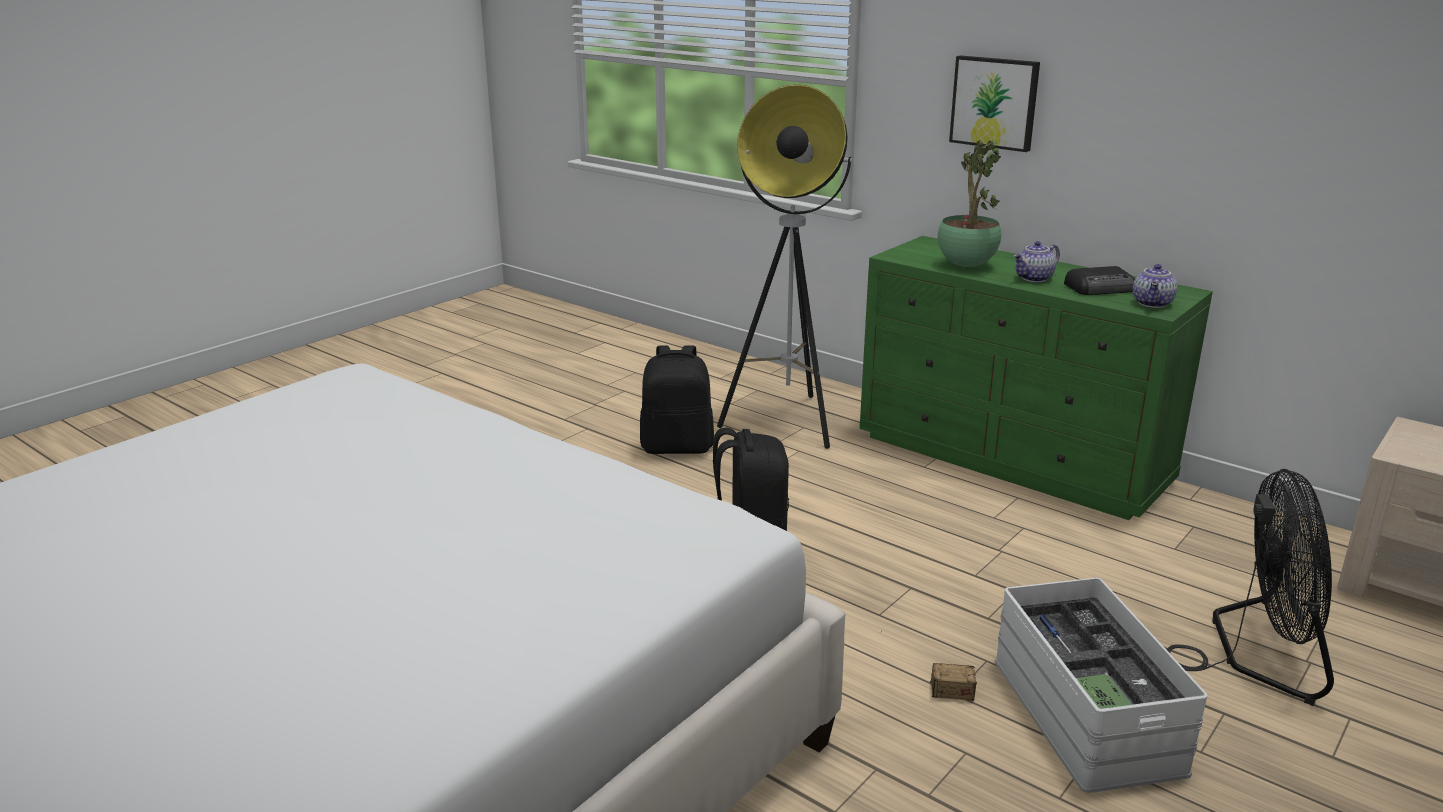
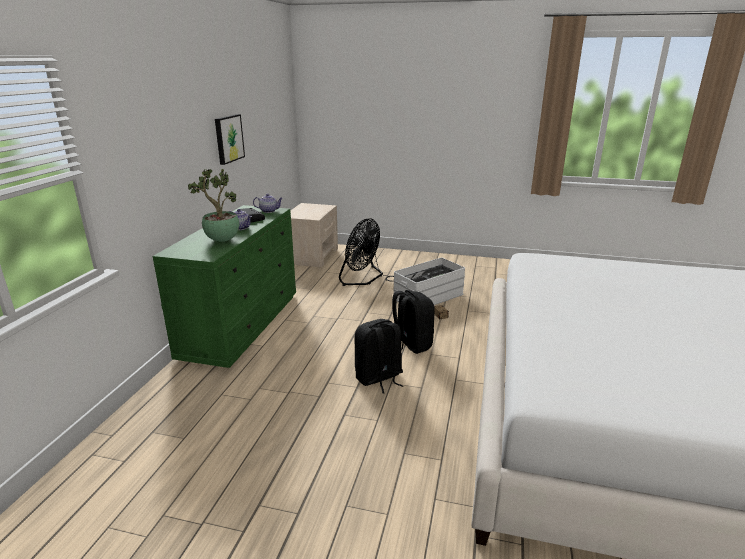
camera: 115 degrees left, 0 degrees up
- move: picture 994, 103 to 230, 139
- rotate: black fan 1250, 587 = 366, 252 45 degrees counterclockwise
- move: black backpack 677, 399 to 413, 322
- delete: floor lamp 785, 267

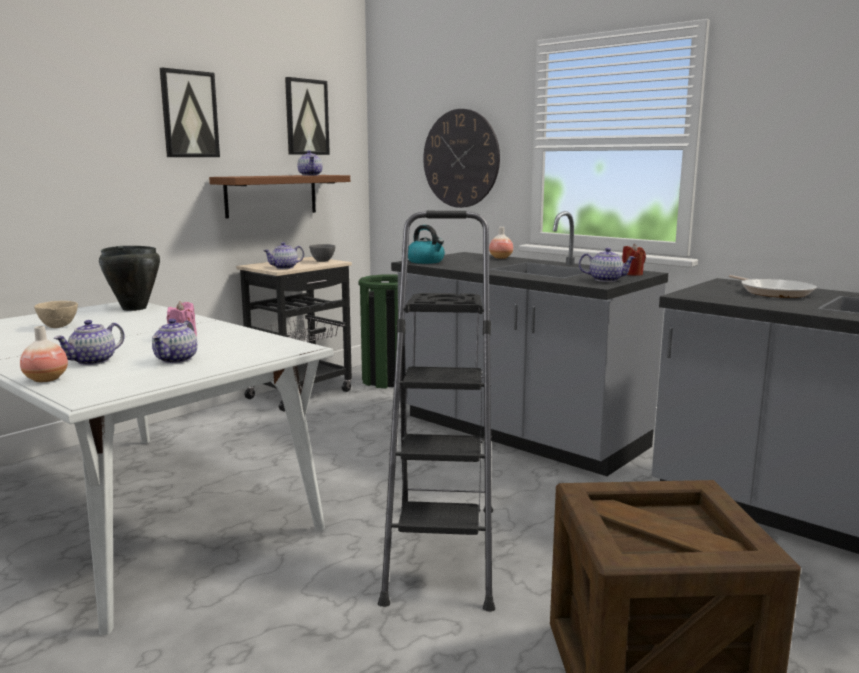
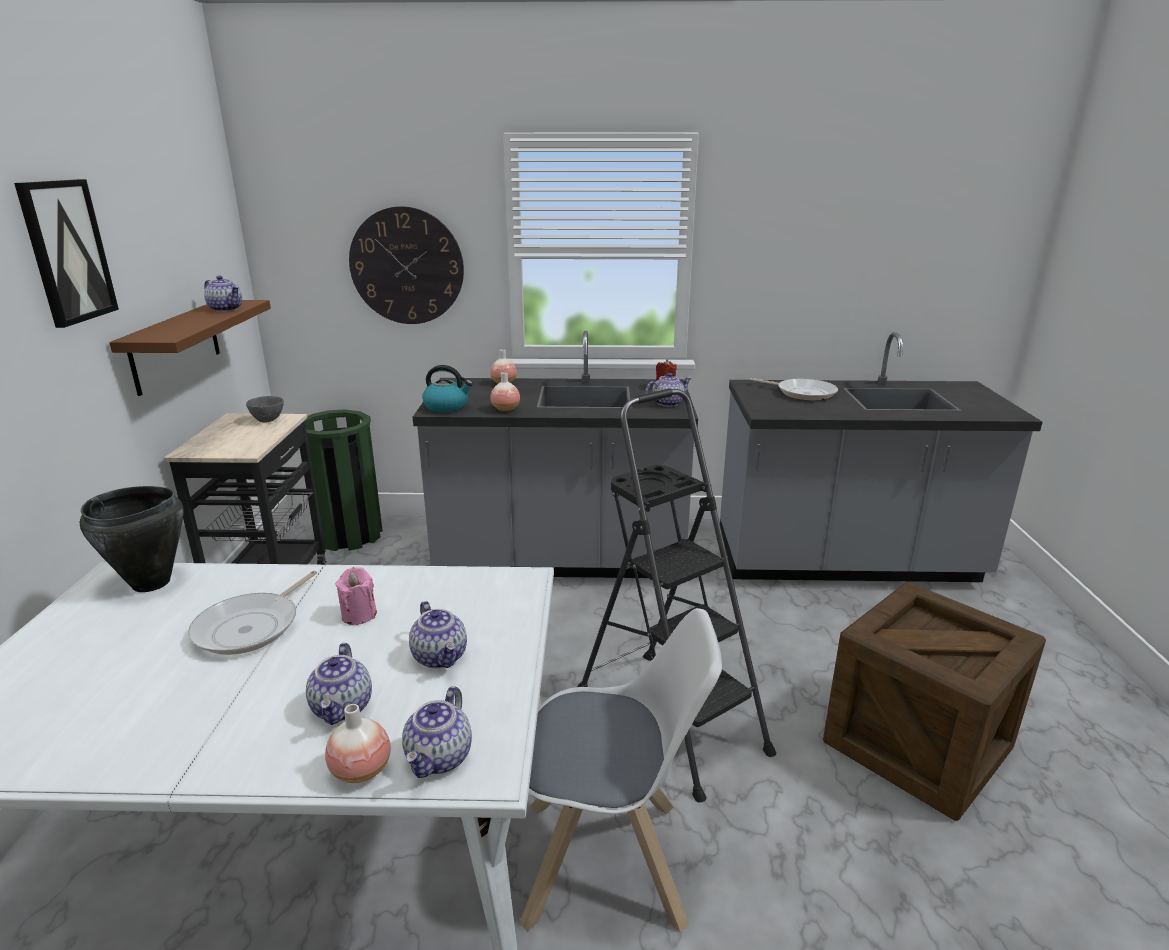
camera: 40 degrees left, 10 degrees up
- insert: frying pan 252, 613
- move: teapot 283, 255 to 437, 732
- insert: vase 505, 392
- insert: chair 620, 770
- delete: beige bowl 56, 314
- delete: picture 307, 116

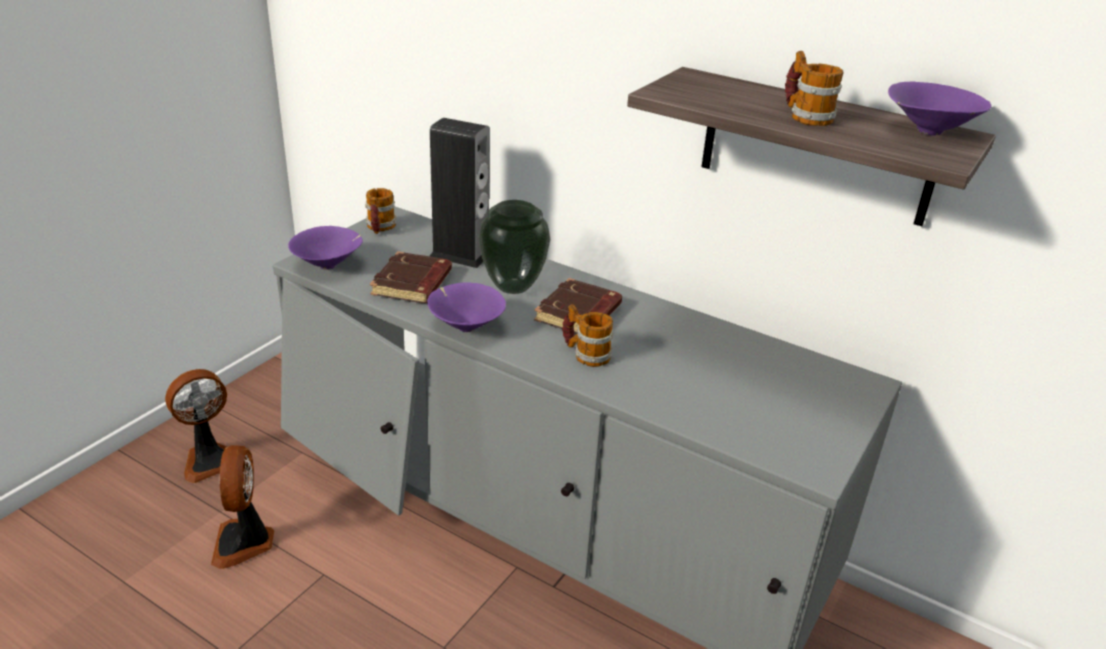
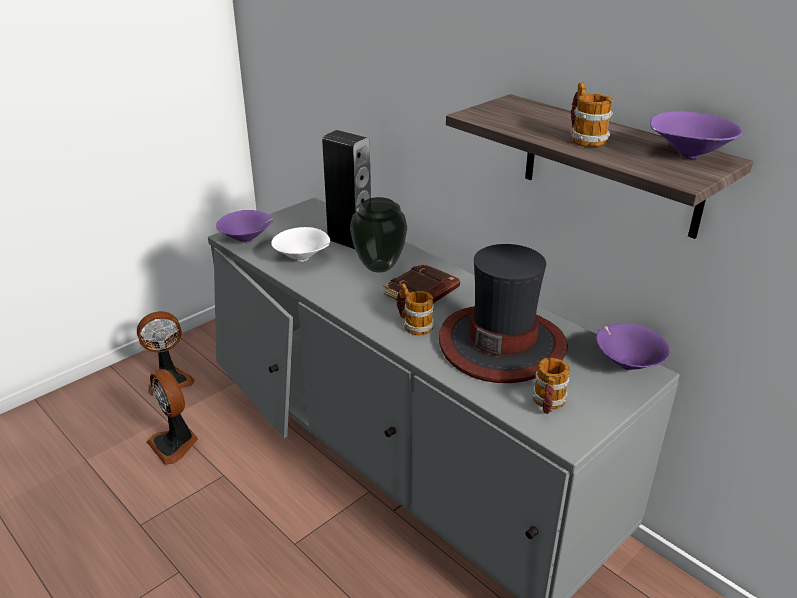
camera: 15 degrees right, 0 degrees up
- rotate: fan 242, 507 = 172, 417 45 degrees counterclockwise
- replace: brown book 411, 277 to white bowl 300, 244
- insert: hat 503, 313
- move: mug 380, 211 to 551, 386
- move: purple bowl 466, 307 to 633, 346

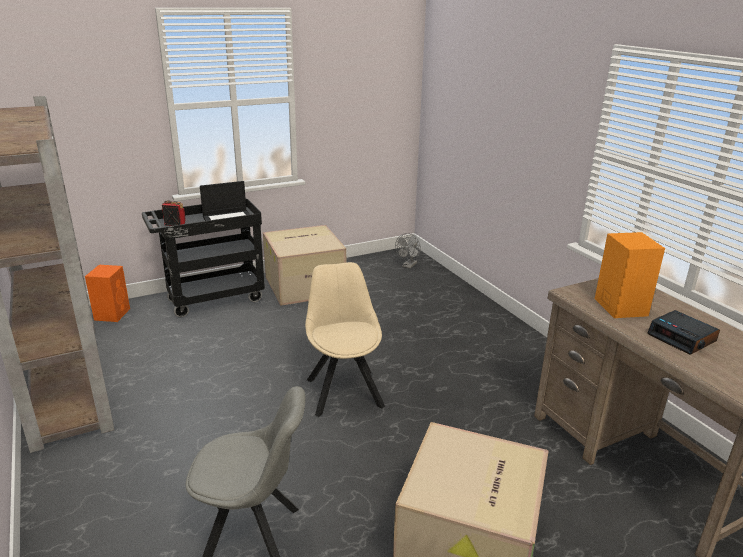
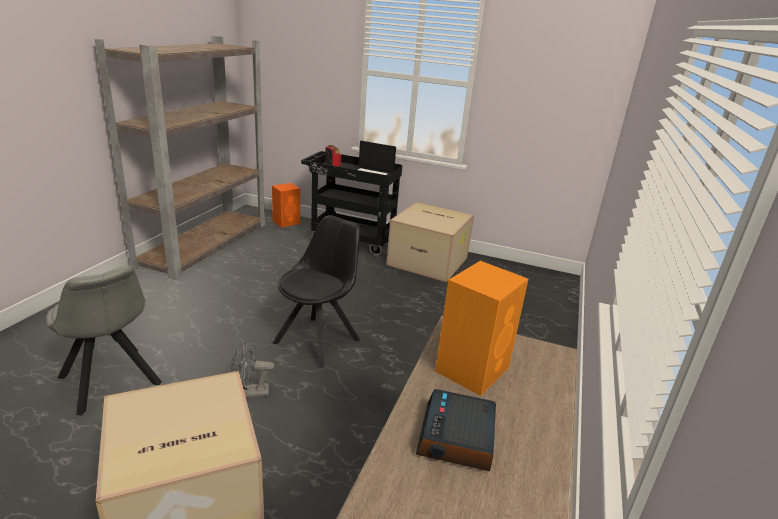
camera: 45 degrees right, 0 degrees up
- move: grey fan 408, 251 to 253, 370
- recolor: beige chair 345, 339 to black chair 317, 291

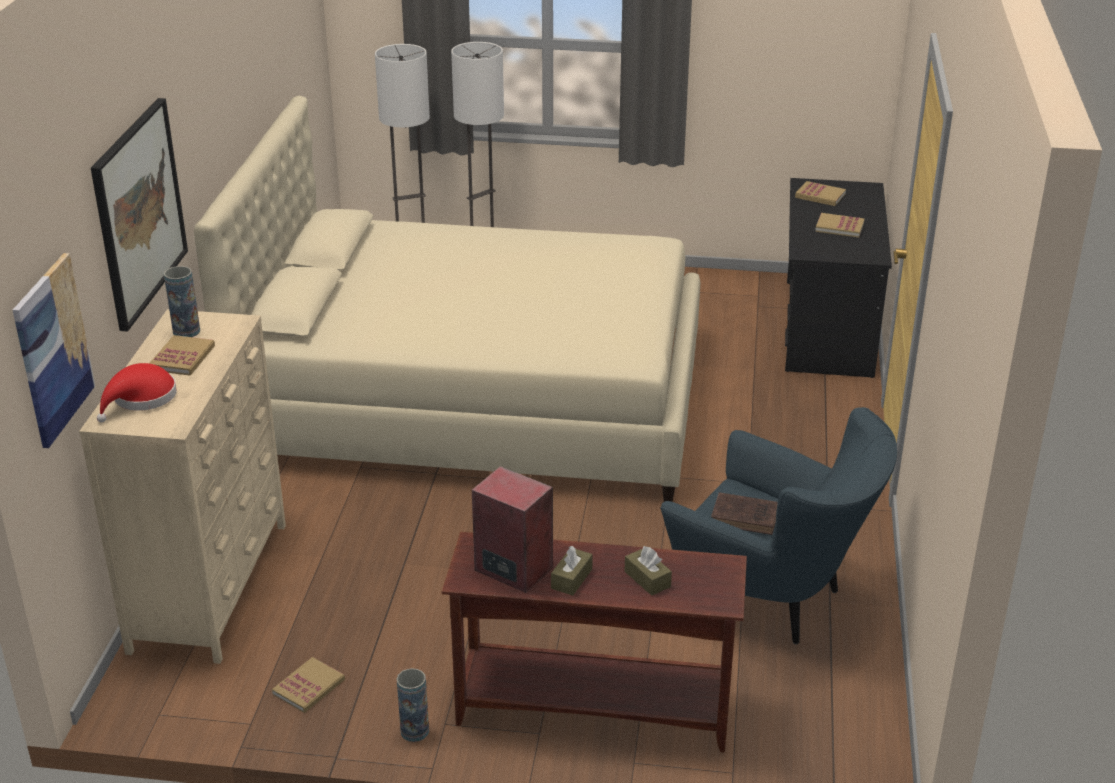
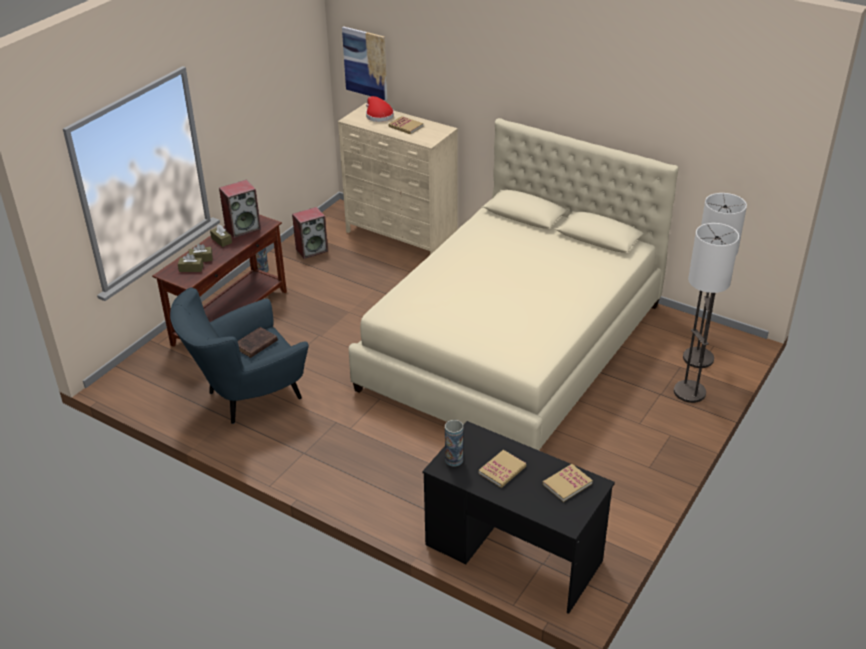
camera: 115 degrees right, 5 degrees up
- insert: brown tissue box 191, 262
- replace: book 308, 685 to speaker 310, 233
- move: vase 182, 301 to 454, 443
- delete: picture 139, 215

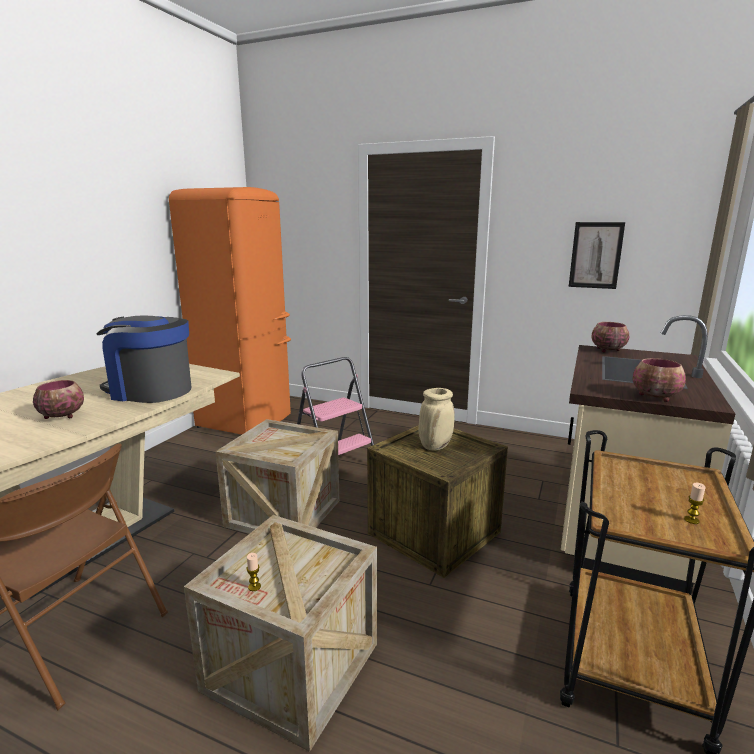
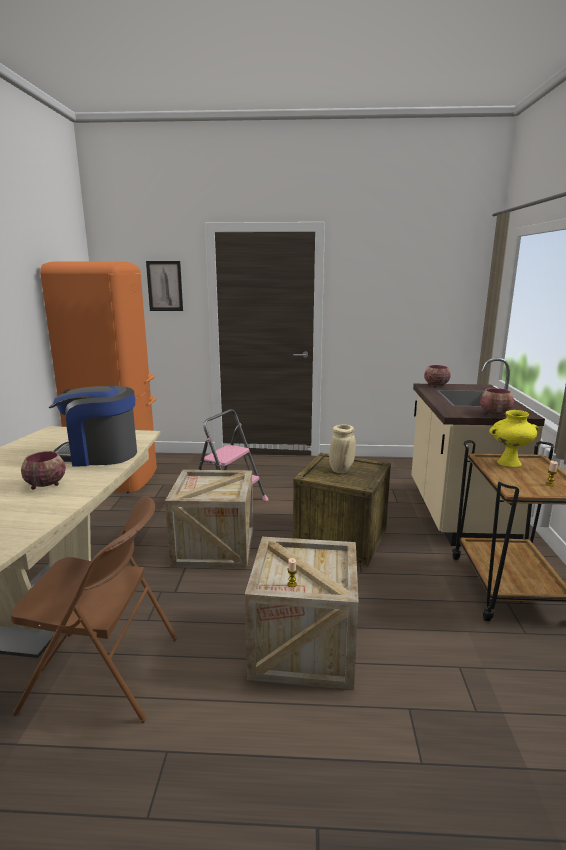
camera: 20 degrees left, 0 degrees up
- move: picture 597, 255 to 164, 286
- insert: yellow vase 514, 438

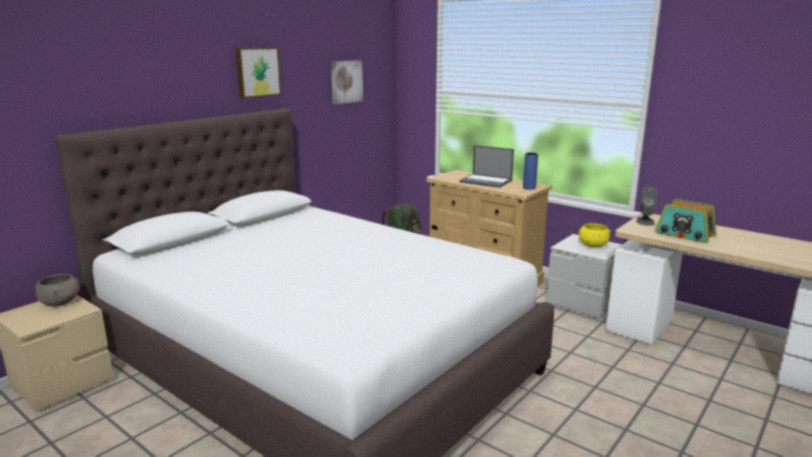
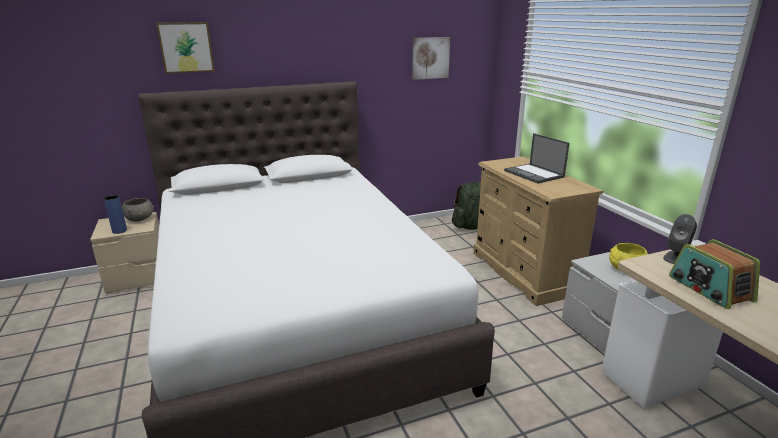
camera: 30 degrees right, 5 degrees up
- move: blue vase 530, 171 to 115, 214
- move: picture 258, 72 to 185, 47

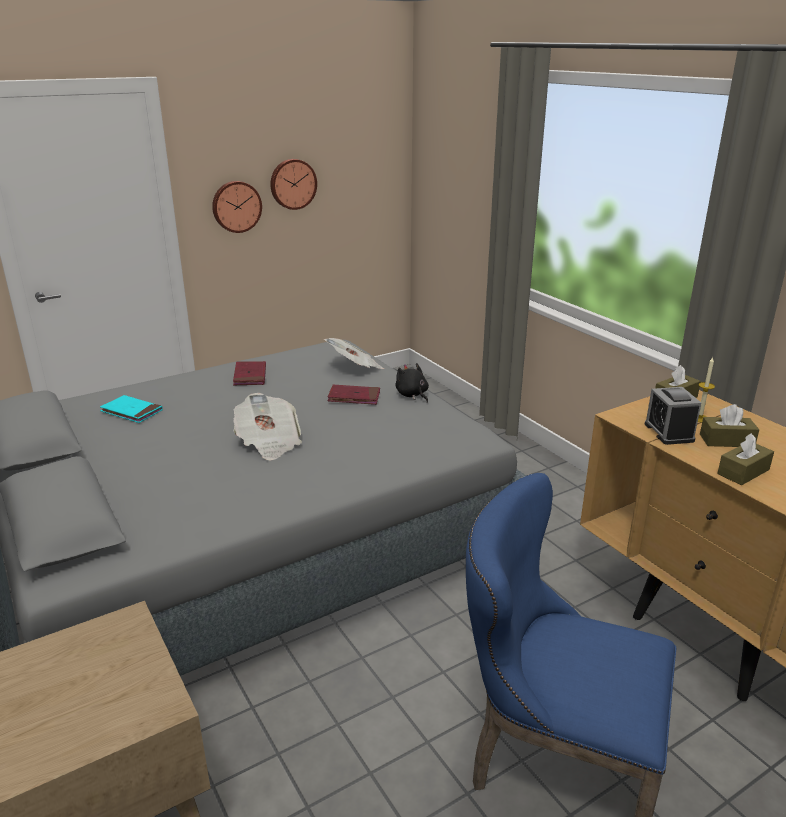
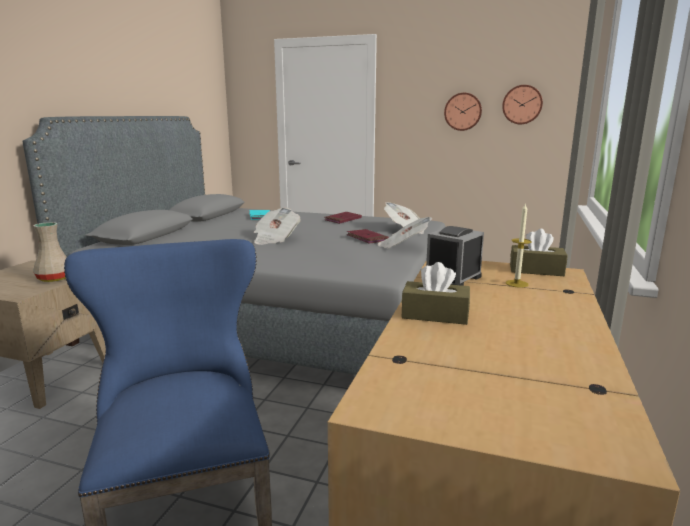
camera: 50 degrees right, 10 degrees down
- insert: beige vase 50, 252
- replace: black plush toy 412, 383 to newspaper 404, 233
- move: wall clock 237, 207 to 522, 104
- delete: brown tissue box 729, 425

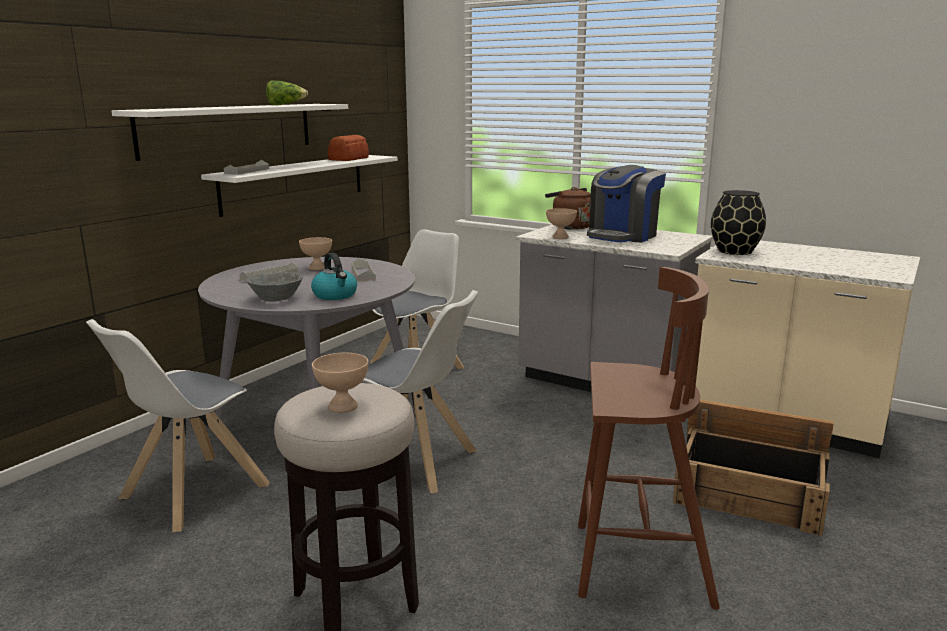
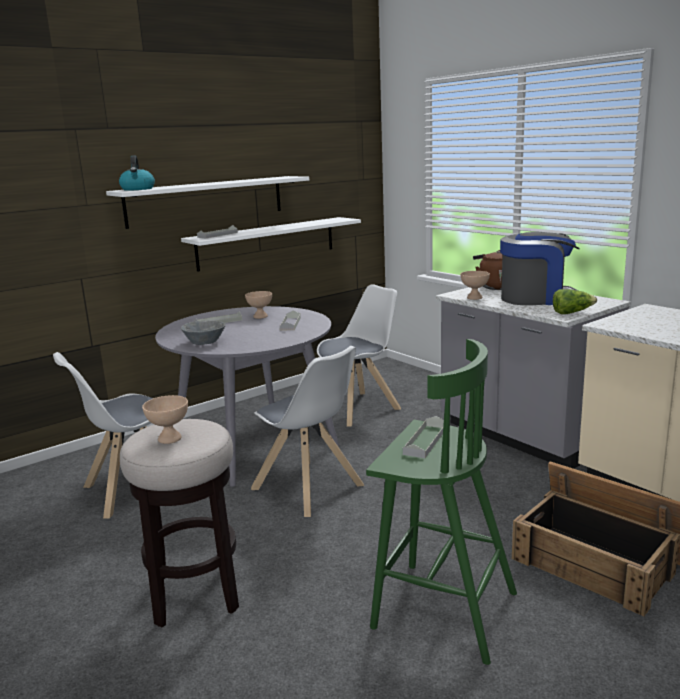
camera: 20 degrees right, 0 degrees up
- move: kettle 334, 276 to 137, 173
- recolor: brown stool 649, 438 to green stool 441, 502
- insert: grey tray 423, 437
- rotate: coffee machine 626, 203 = 540, 268 150 degrees counterclockwise
- move: lettuce 287, 93 to 575, 301
- delete: bread 348, 148
- delete: black vase 738, 222

